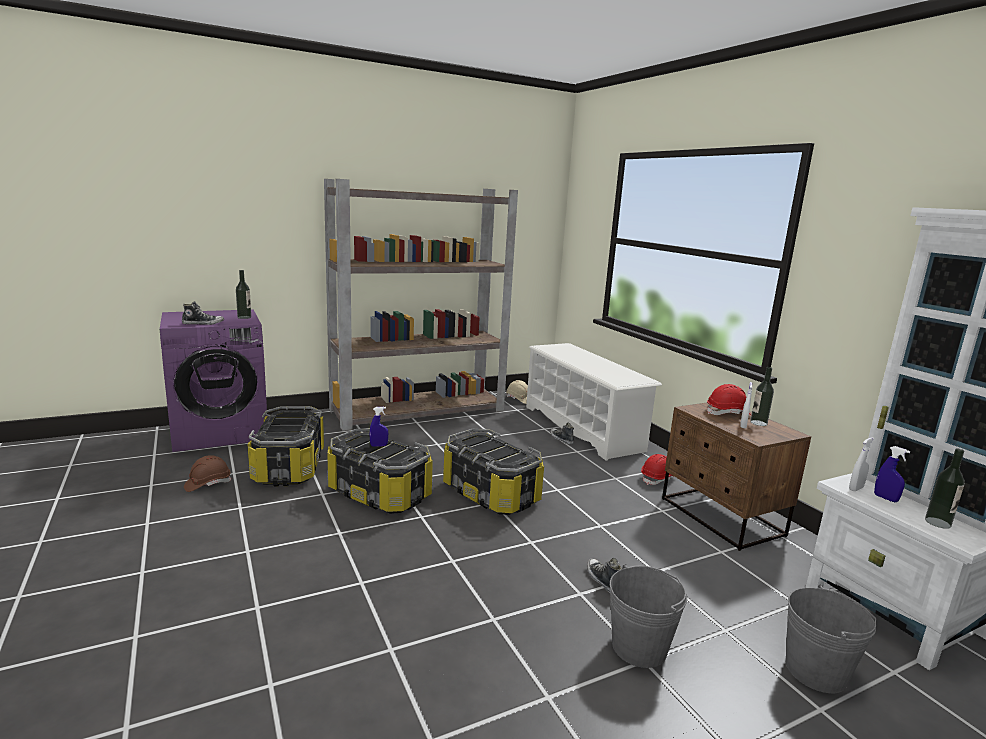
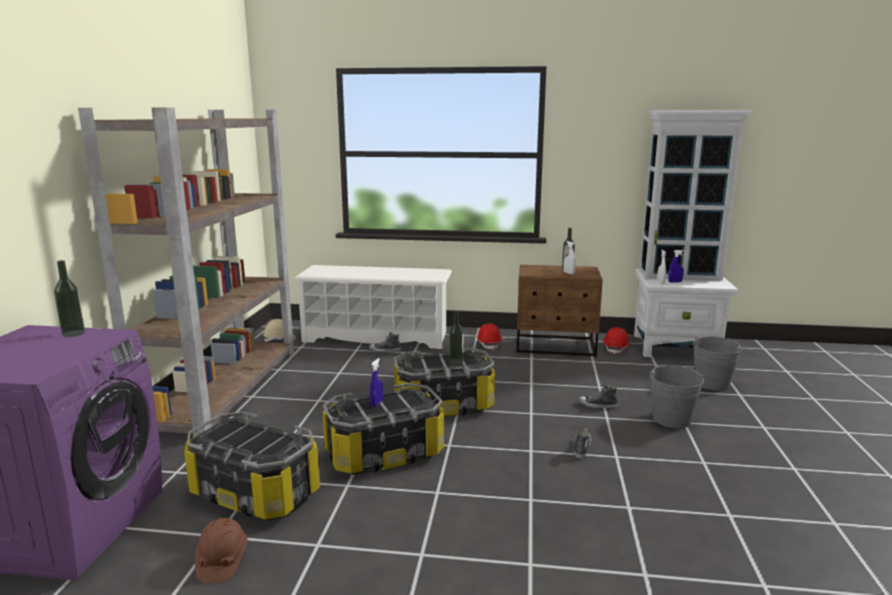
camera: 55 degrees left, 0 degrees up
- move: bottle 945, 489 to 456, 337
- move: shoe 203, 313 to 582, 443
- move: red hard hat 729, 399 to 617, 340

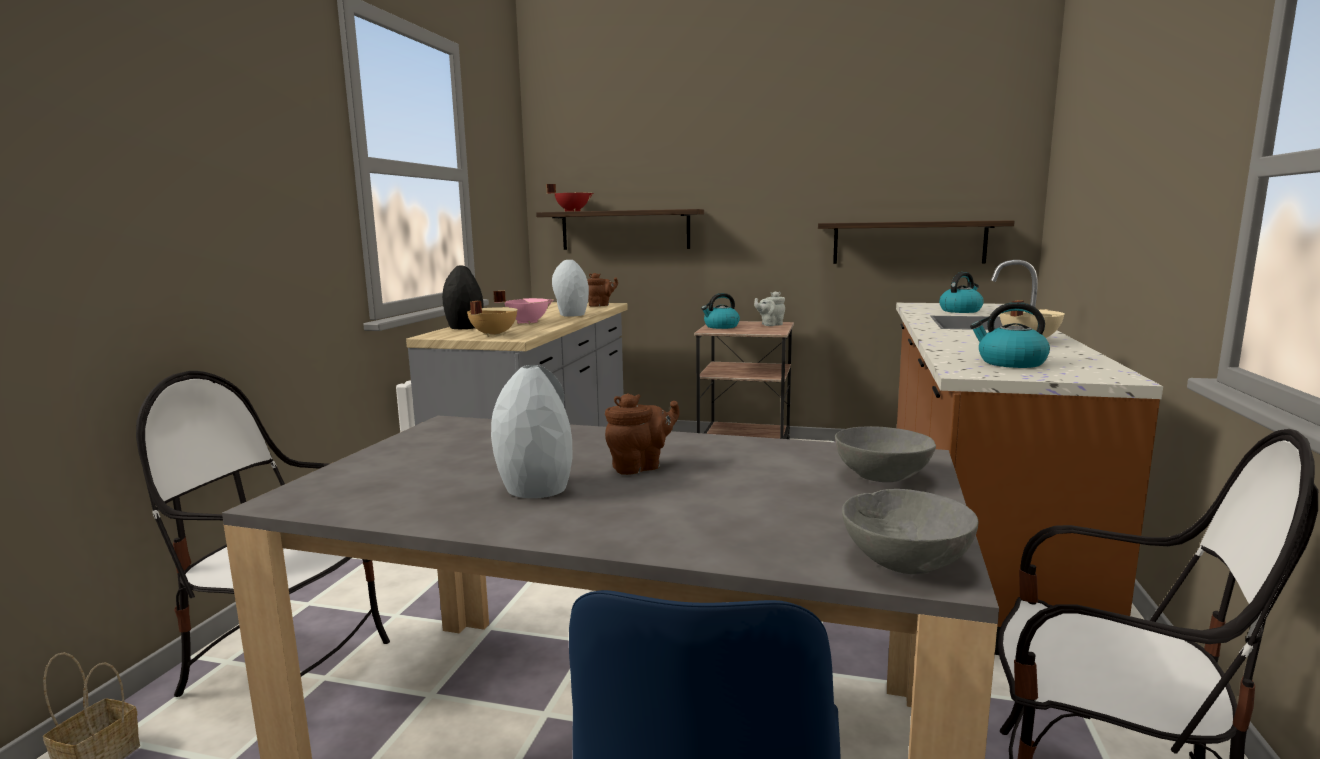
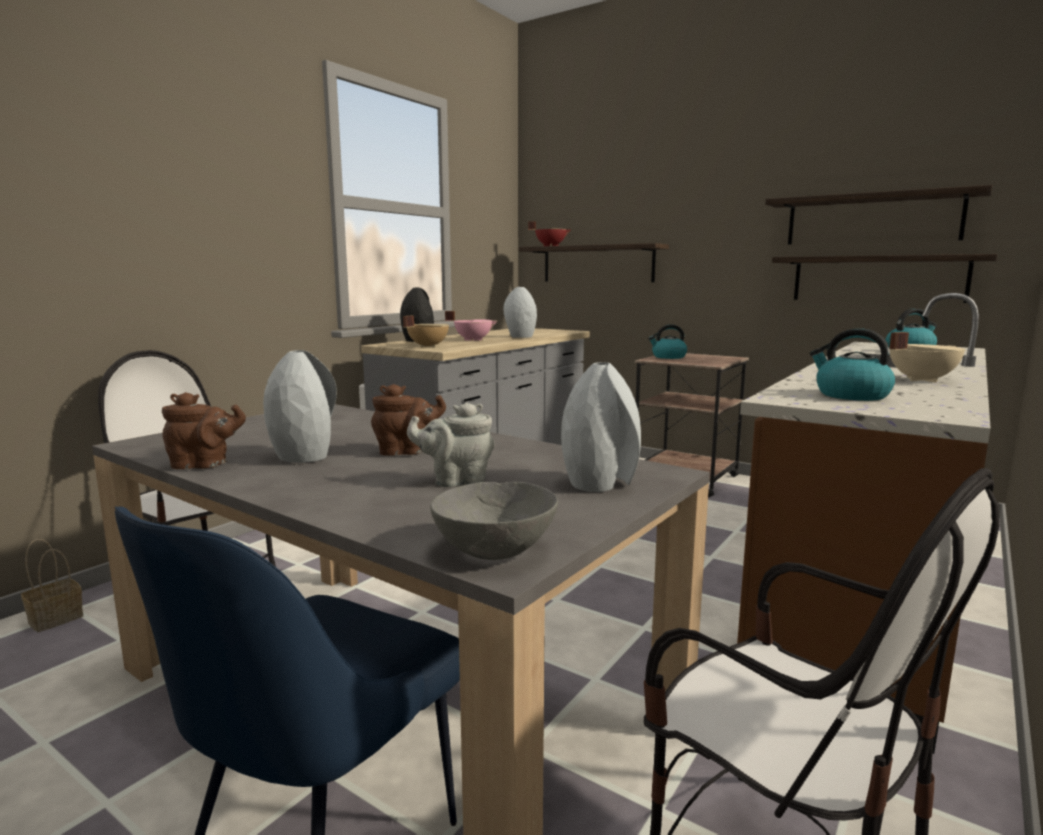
camera: 20 degrees right, 0 degrees up
- move: brown teapot 602, 290 to 204, 430
- move: grey teapot 769, 308 to 451, 445
- replace: grey bowl 885, 454 to grey vase 601, 427
- insert: shelf 878, 214

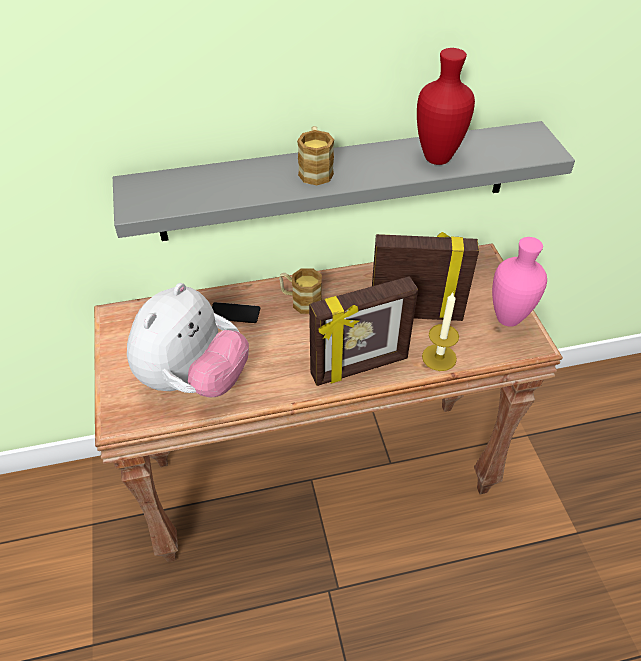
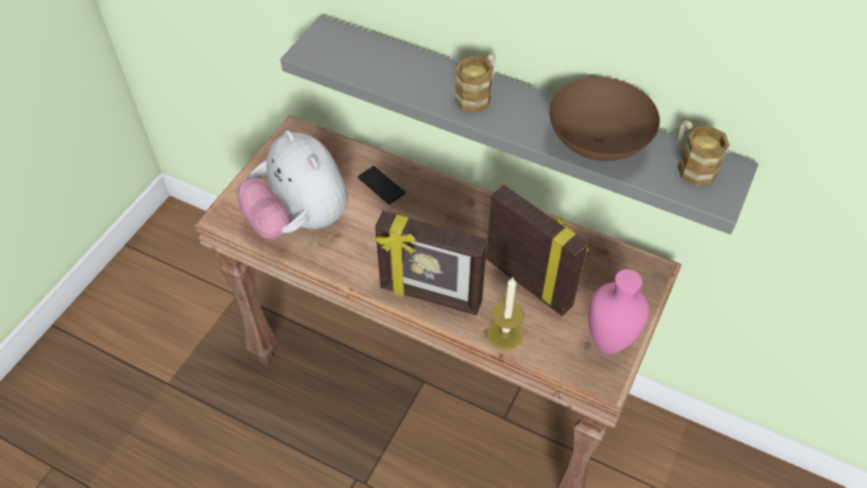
camera: 40 degrees right, 5 degrees up
- rotate: plush toy 188, 340 = 292, 185 75 degrees clockwise
- replace: red vase 446, 106 to brown bowl 604, 119
- move: mug 300, 291 to 703, 152

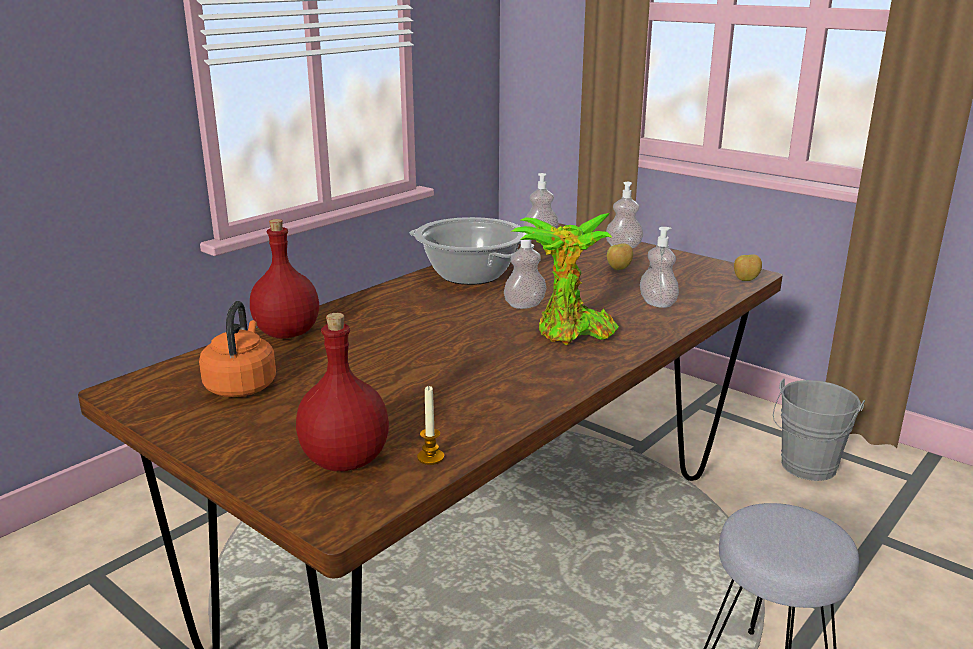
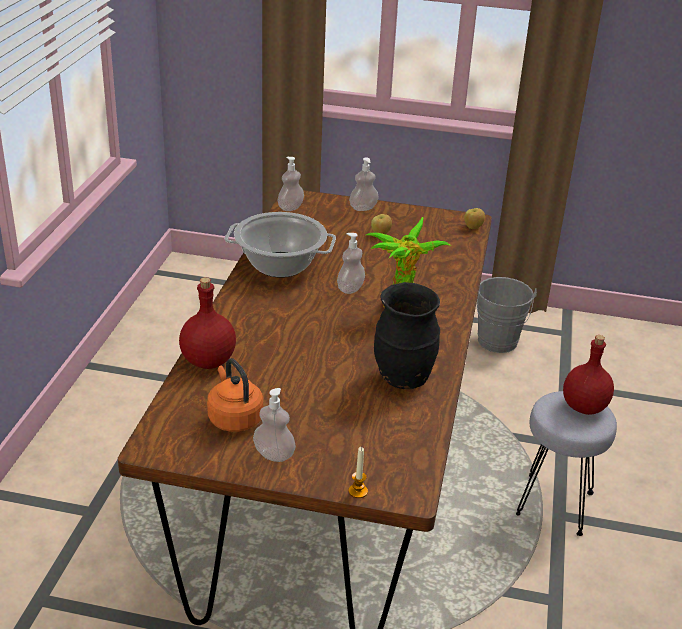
camera: 30 degrees left, 10 degrees up
- move: soap dispenser 659, 267 to 274, 425
- move: candle 430, 425 to 358, 472
- insert: black vase 407, 335
- move: red bottle 342, 392 to 588, 375

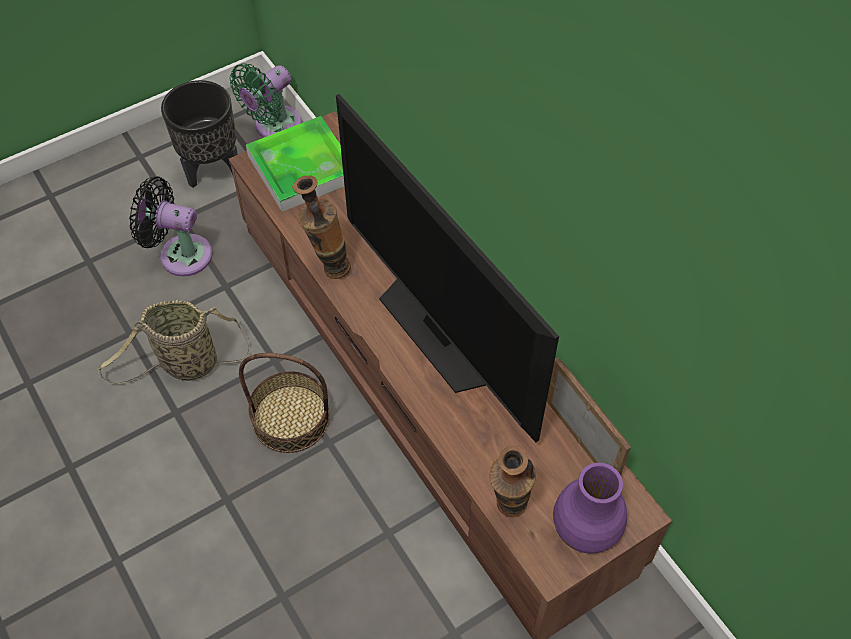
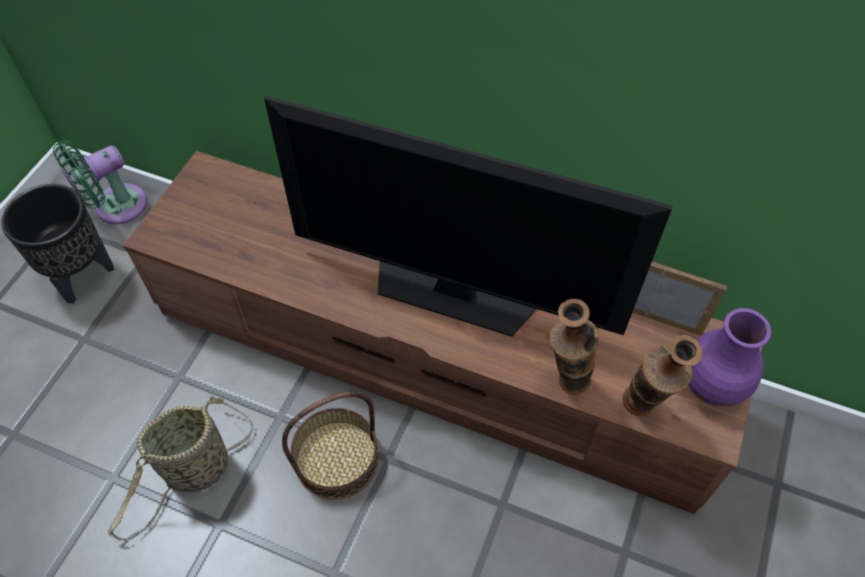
camera: 35 degrees left, 0 degrees up
- rotate: green fan 266, 100 = 100, 182 45 degrees clockwise
- move: vase 321, 227 to 574, 347
- delete: black fan 171, 226
- delete: tray 295, 164

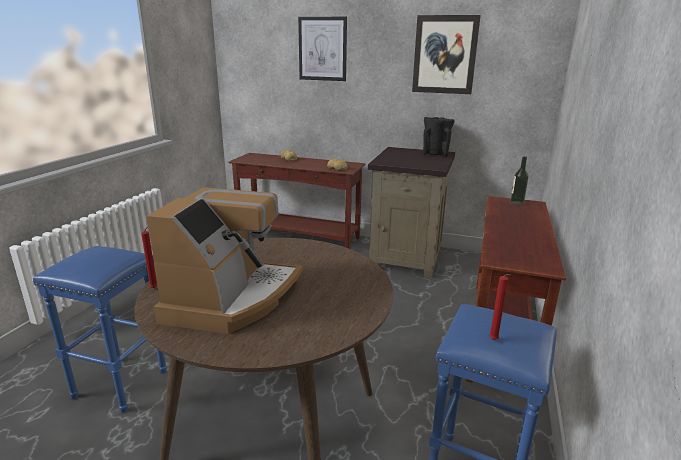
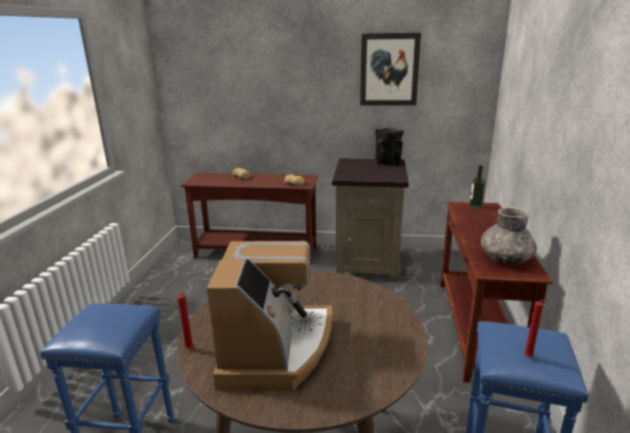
camera: 10 degrees left, 0 degrees up
- insert: grey vase 509, 236
- delete: picture 322, 49

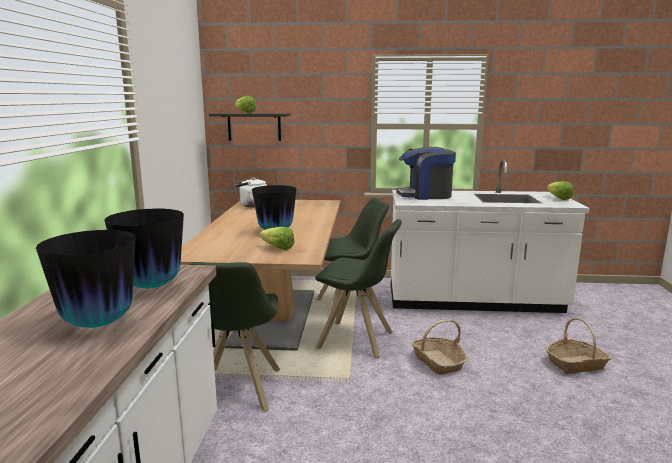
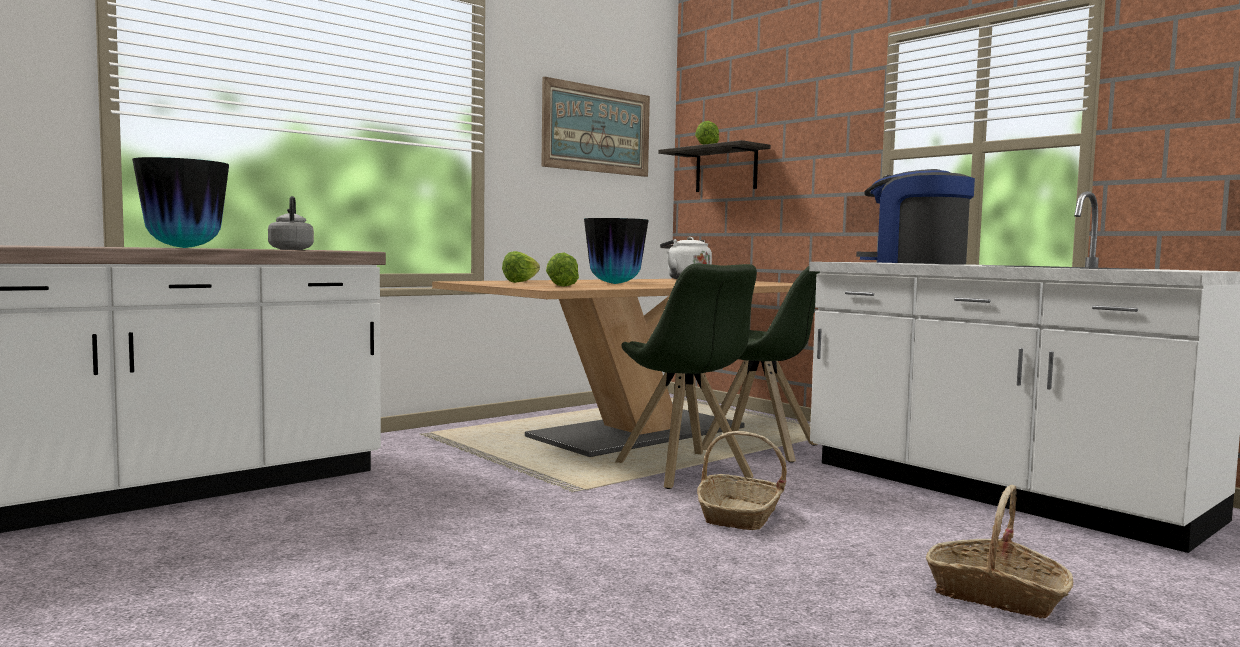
camera: 45 degrees right, 10 degrees down
- replace: vase 144, 248 to grey kettle 291, 223
- move: lettuce 560, 190 to 521, 267
- insert: picture 595, 127
- delete: green chair 234, 337

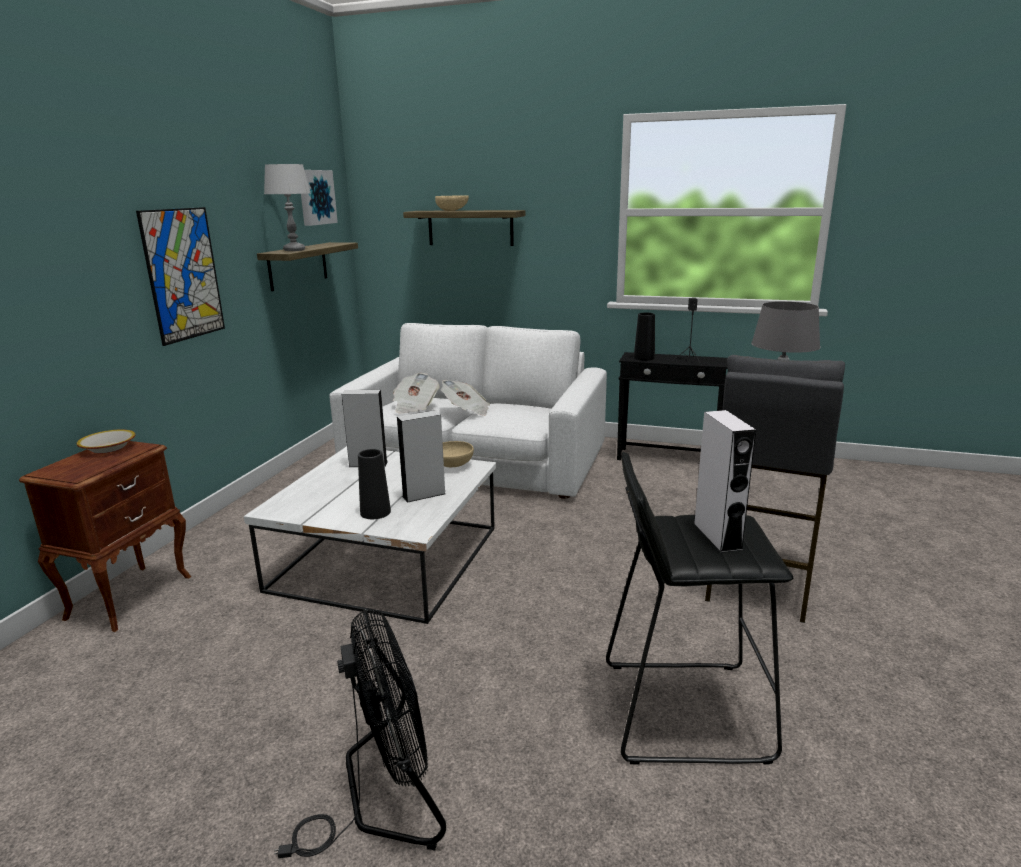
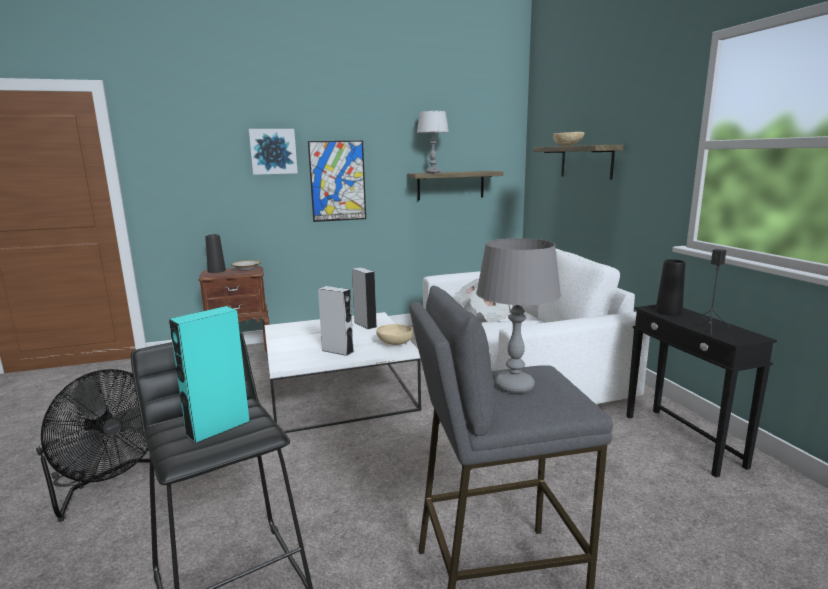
camera: 55 degrees right, 5 degrees down
- recolor: white speaker 725, 481 to turquoise speaker 210, 375
- move: black vase 374, 484 to 215, 253
- move: picture 319, 198 to 273, 152

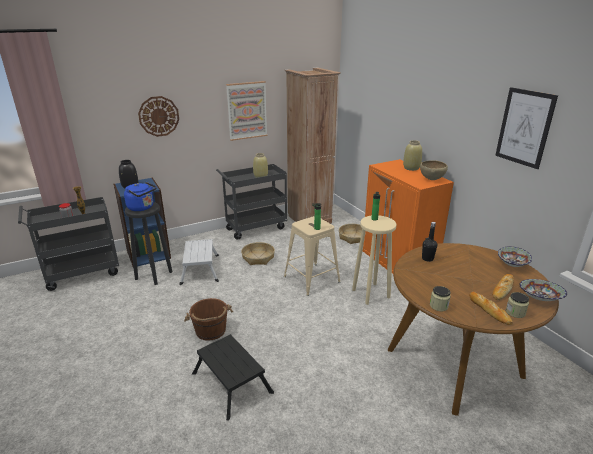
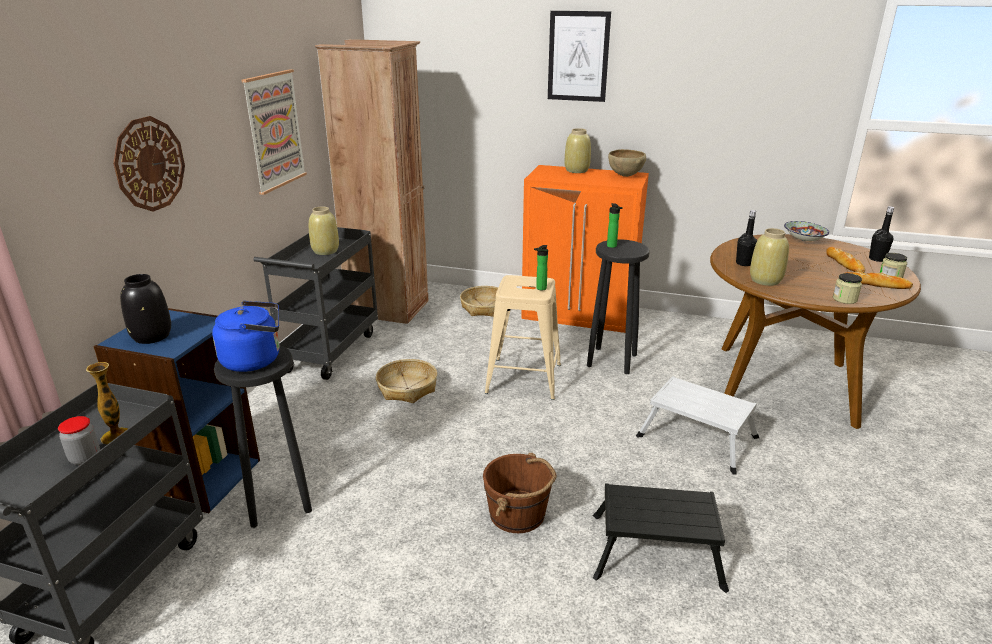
camera: 45 degrees left, 0 degrees up
- move: picture 526, 128 to 579, 56
- recolor: beige stool 374, 260 to black stool 618, 306
- move: white step ladder 199, 262 to 697, 425
- insert: beige vase 769, 257
- replace: bowl 543, 290 to black bottle 881, 234

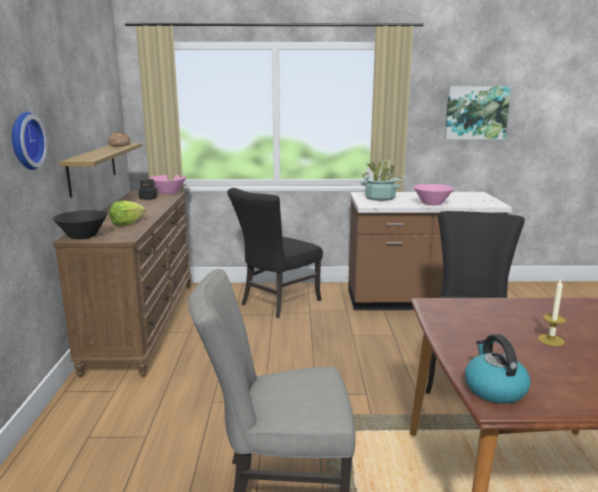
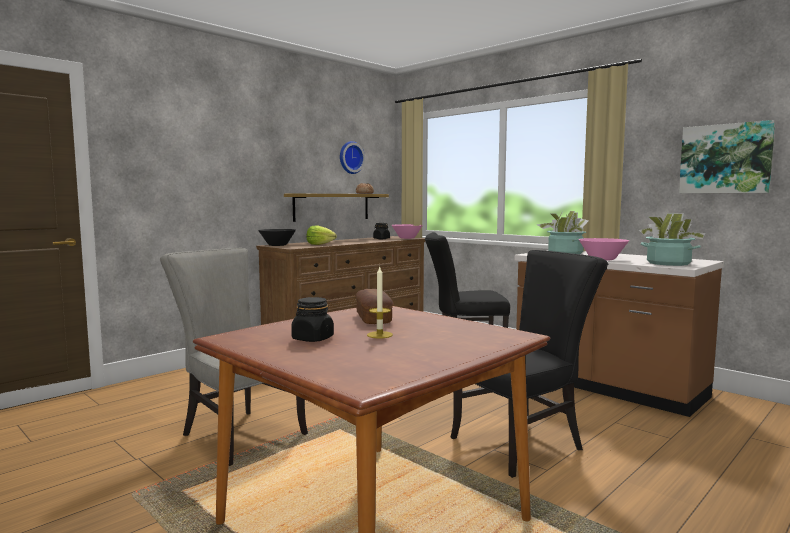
camera: 45 degrees right, 10 degrees down
- insert: black jar 312, 319
- move: wall clock 29, 141 to 352, 157
- insert: bread 375, 306
- insert: potted plant 672, 239
- delete: kettle 498, 369

